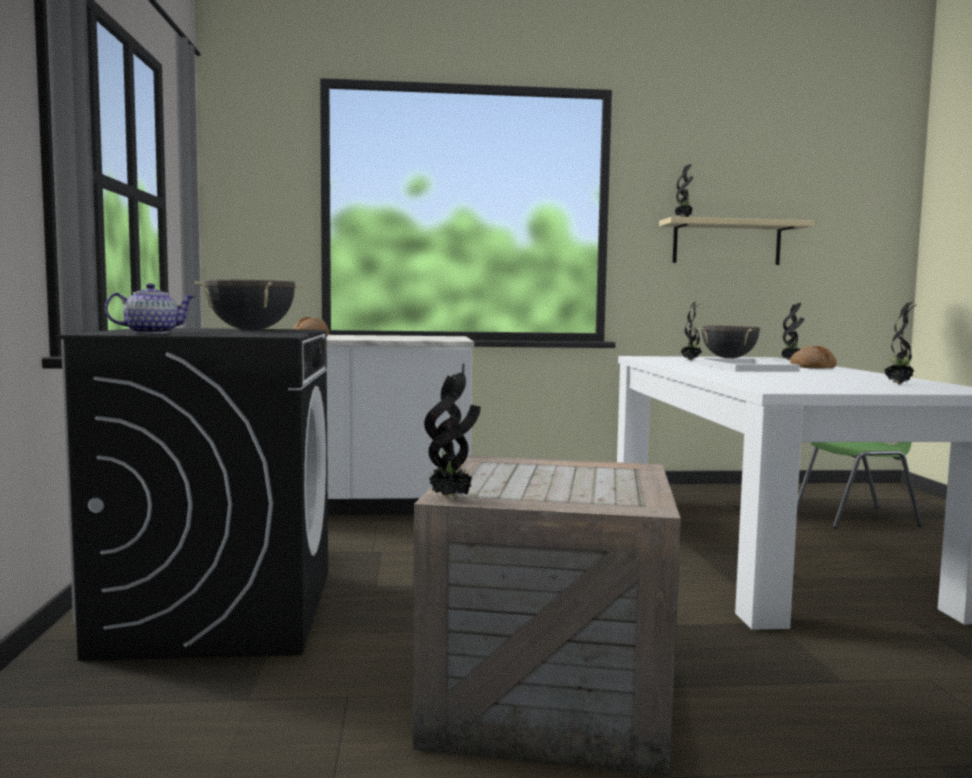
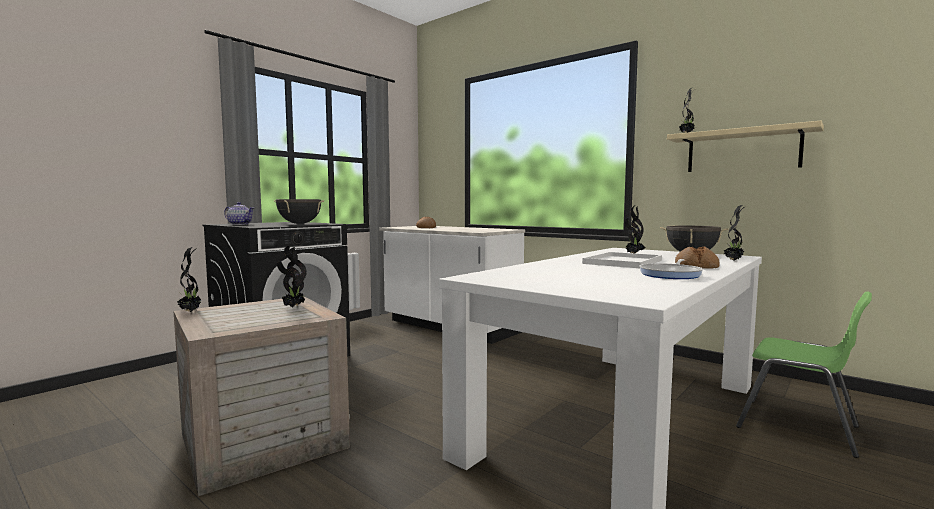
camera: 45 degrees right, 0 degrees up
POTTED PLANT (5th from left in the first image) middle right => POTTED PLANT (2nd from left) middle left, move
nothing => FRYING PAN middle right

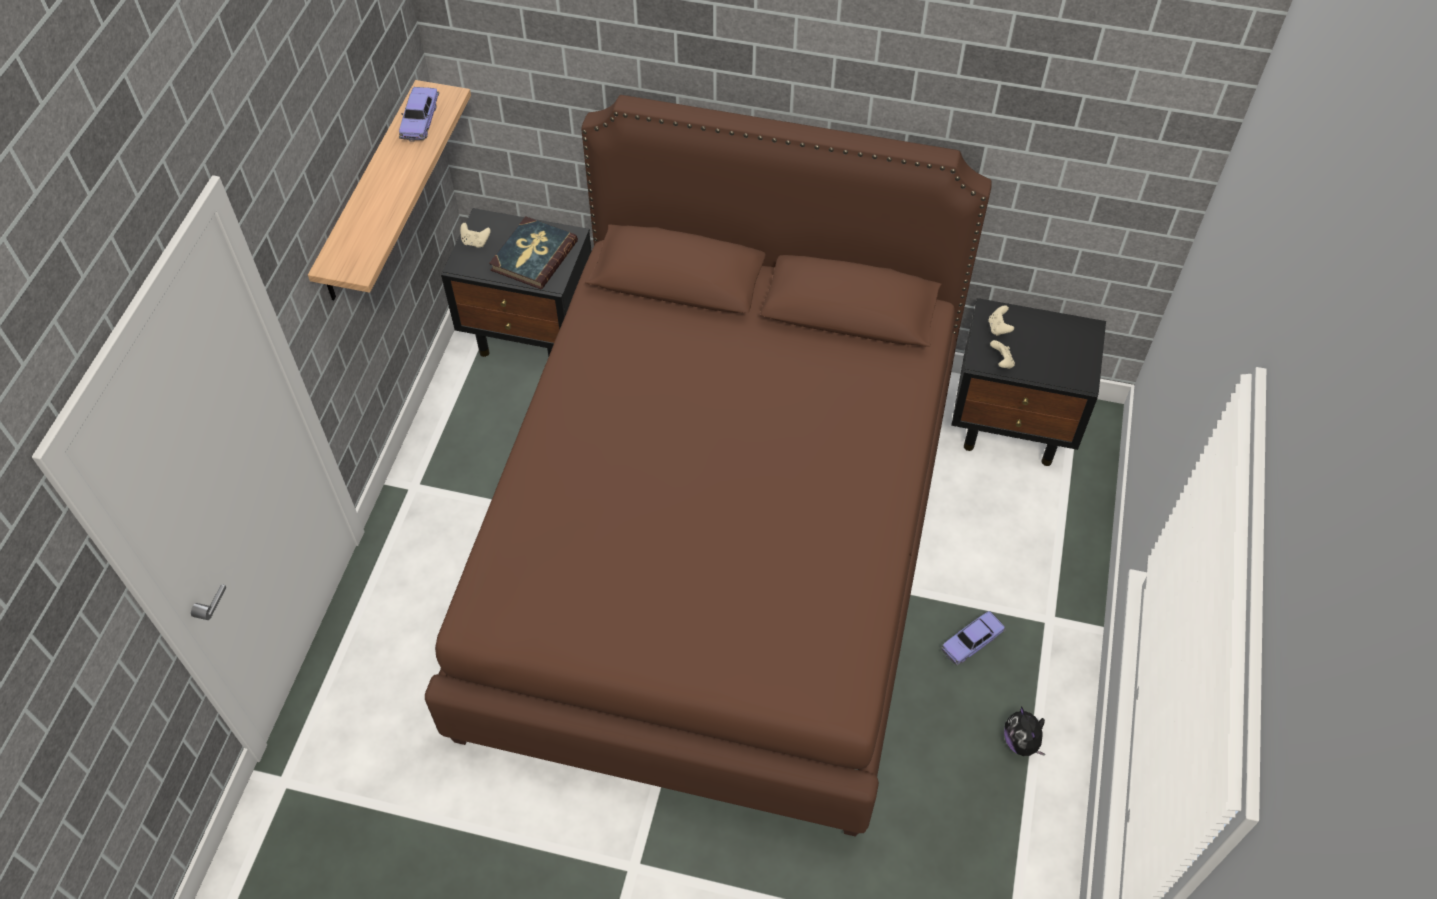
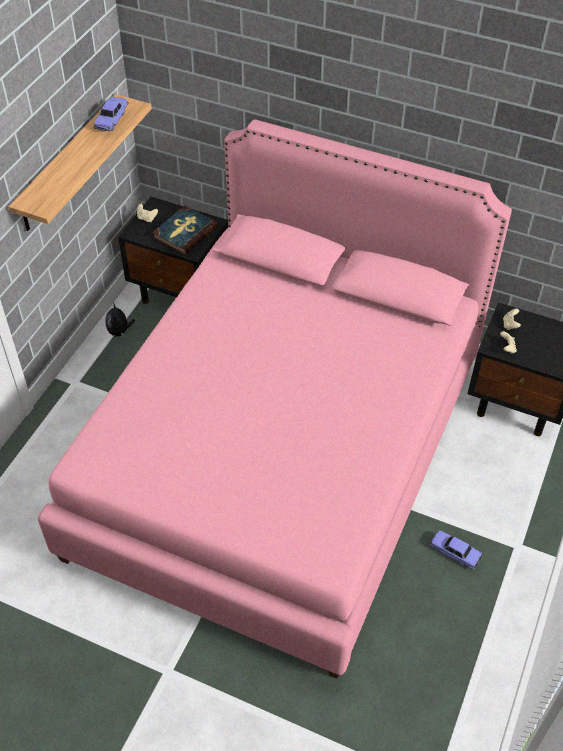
camera: 10 degrees right, 5 degrees down
BROWN BED centre => PINK BED centre
PLUSH TOY bottom right => PLUSH TOY middle left, move
TOY CAR (2nd from left) bottom right, 60 degrees clockwise

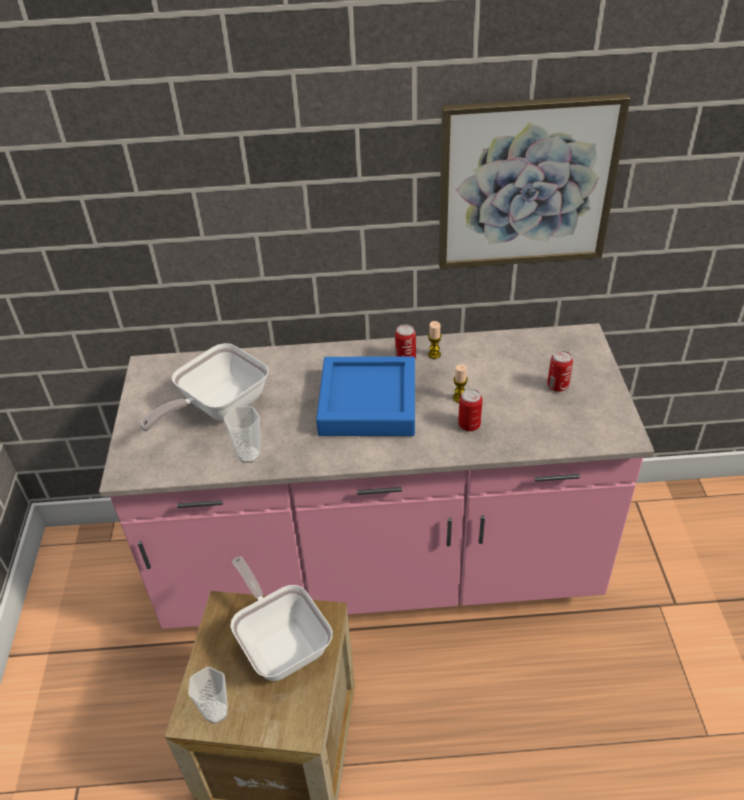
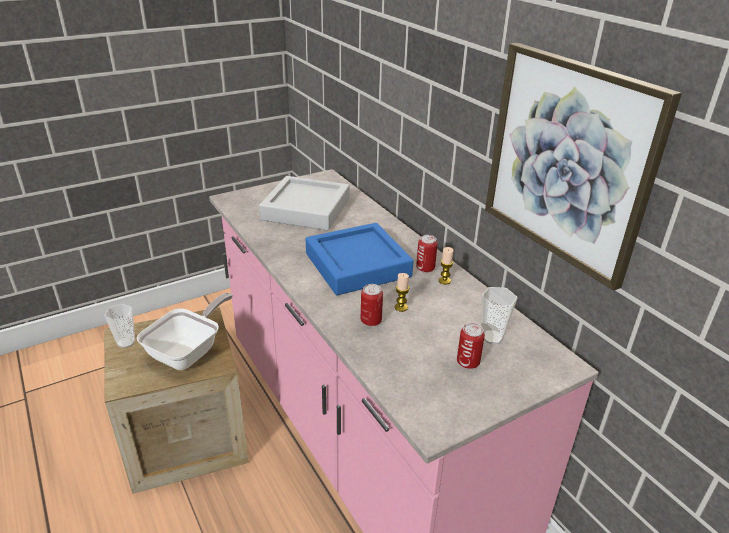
camera: 60 degrees right, 10 degrees down
FRYING PAN (1st from left) middle left => GREY TRAY centre
CUP (2nd from left) middle left => CUP (2nd from left) middle right, move

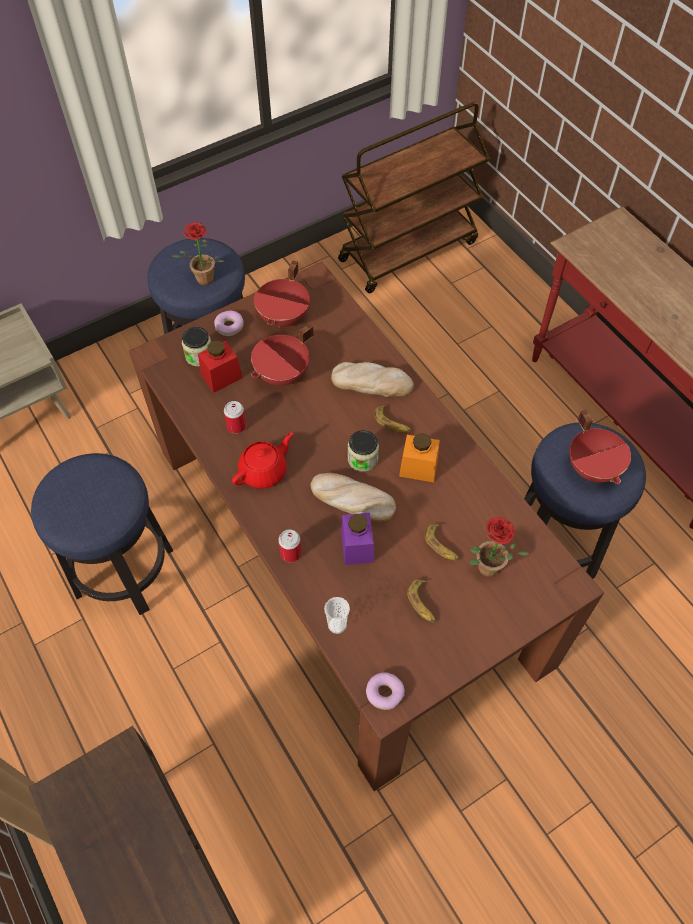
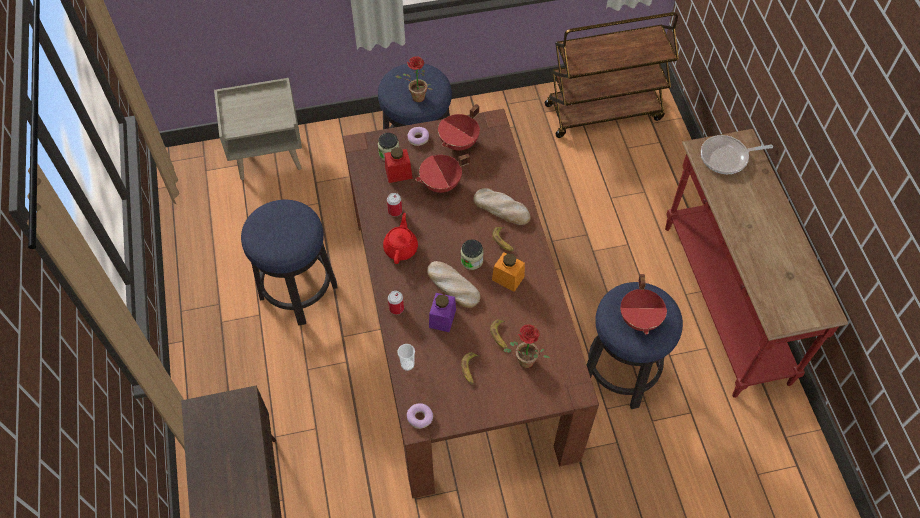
camera: 20 degrees right, 0 degrees up
RED TEAPOT centre, 60 degrees counterclockwise
nothing => FRYING PAN top right

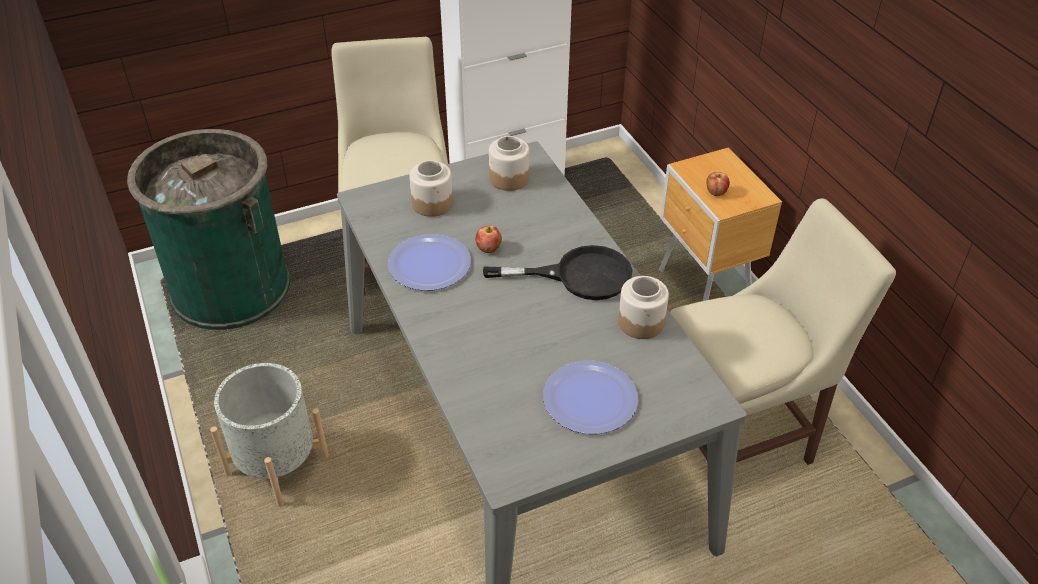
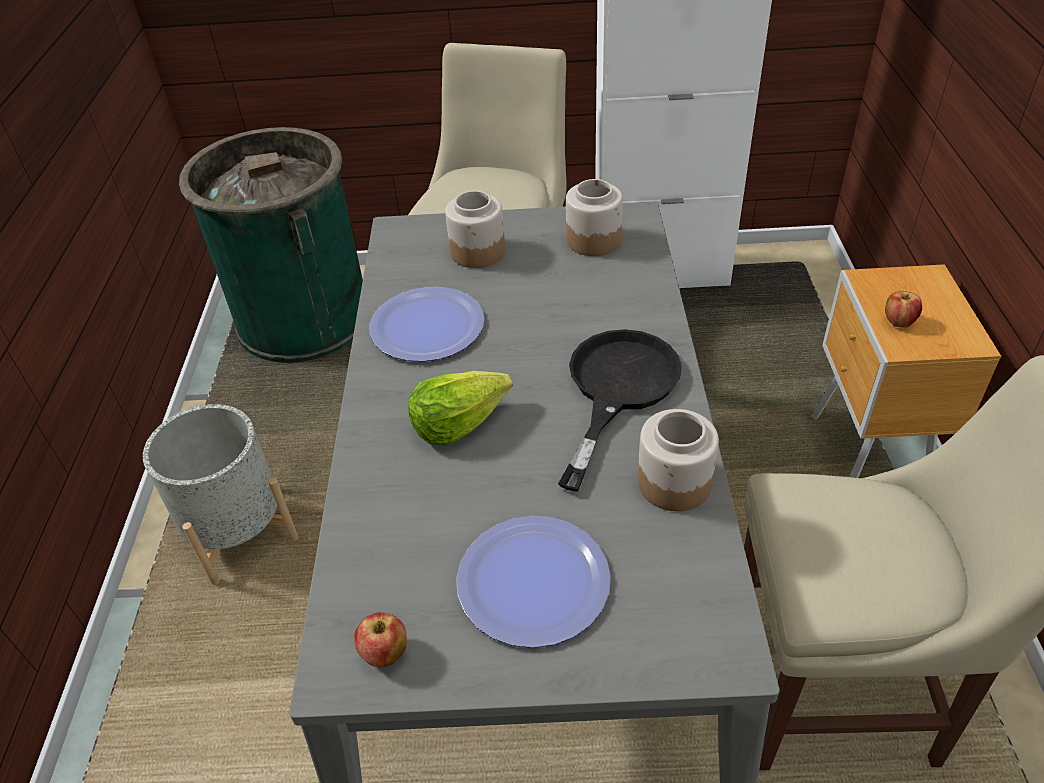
camera: 25 degrees right, 0 degrees up
APPLE (1st from left) centre => APPLE (1st from left) bottom centre, move
nothing => LETTUCE centre
BLACK FRYING PAN centre, 90 degrees counterclockwise

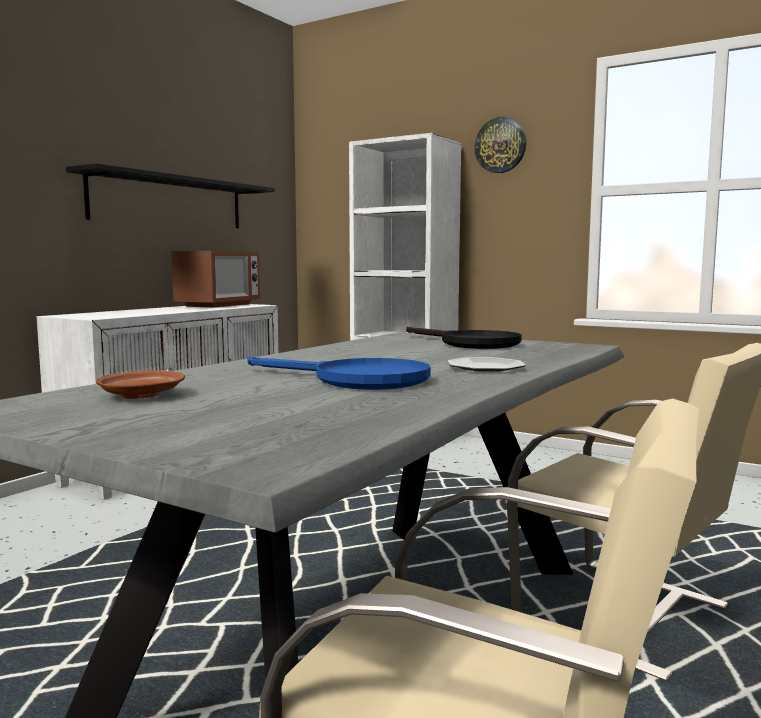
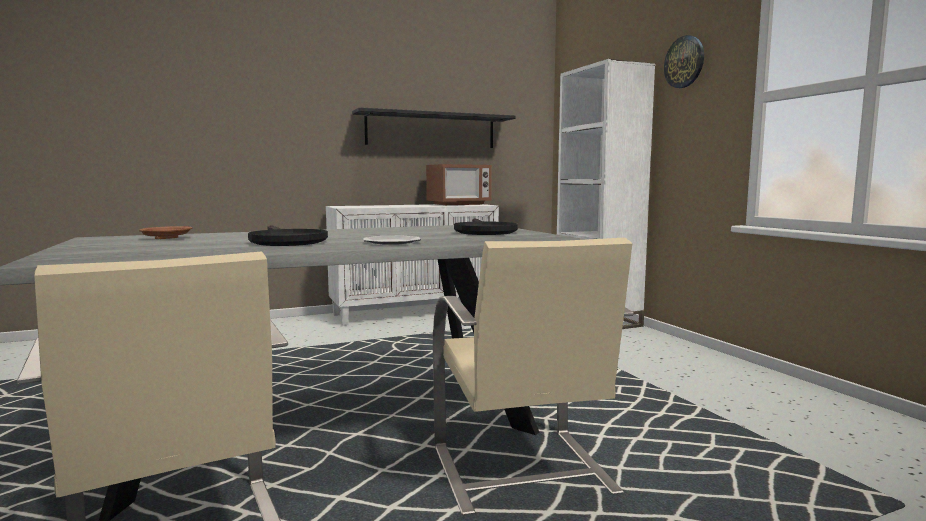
camera: 35 degrees right, 0 degrees up
BLUE FRYING PAN centre => BLACK FRYING PAN (1st from left) middle left

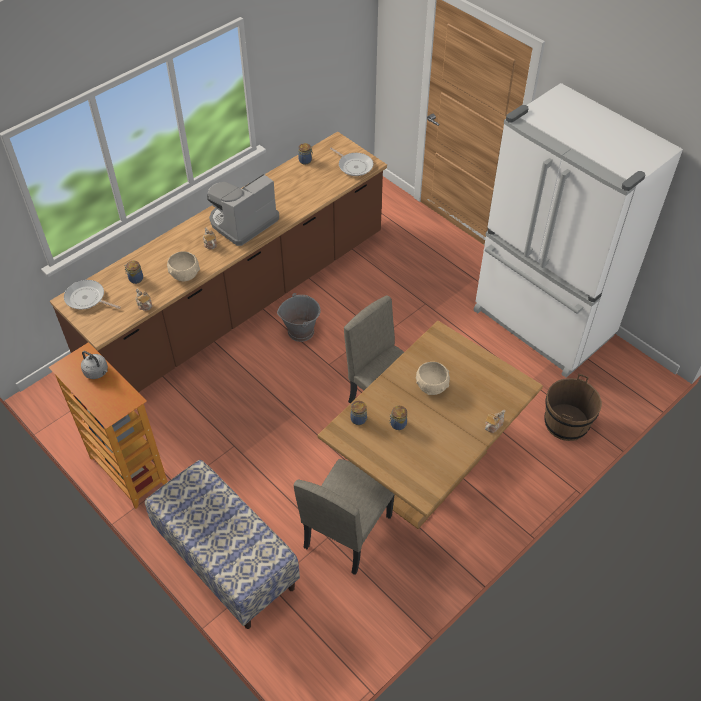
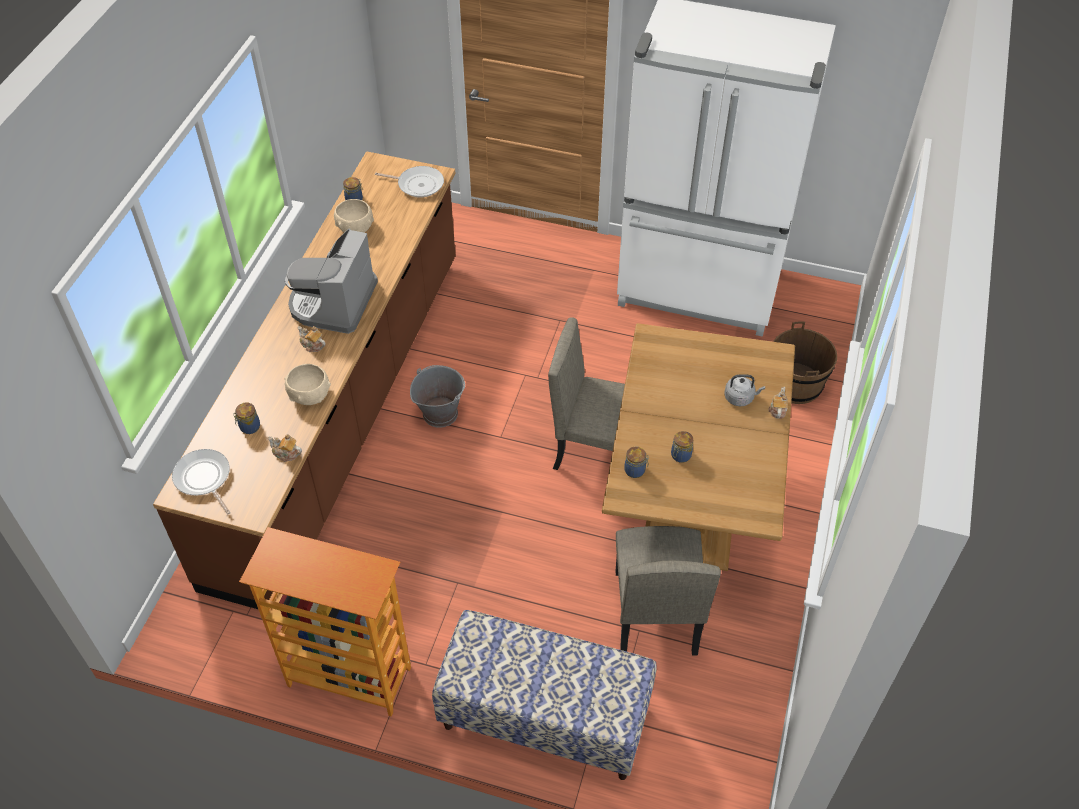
camera: 30 degrees left, 0 degrees up
FRYING PAN (1st from left) middle left, 60 degrees clockwise
BEIGE BOWL (2nd from left) centre => BEIGE BOWL (2nd from left) top left, move
GREY KETTLE middle left => GREY KETTLE middle right, move

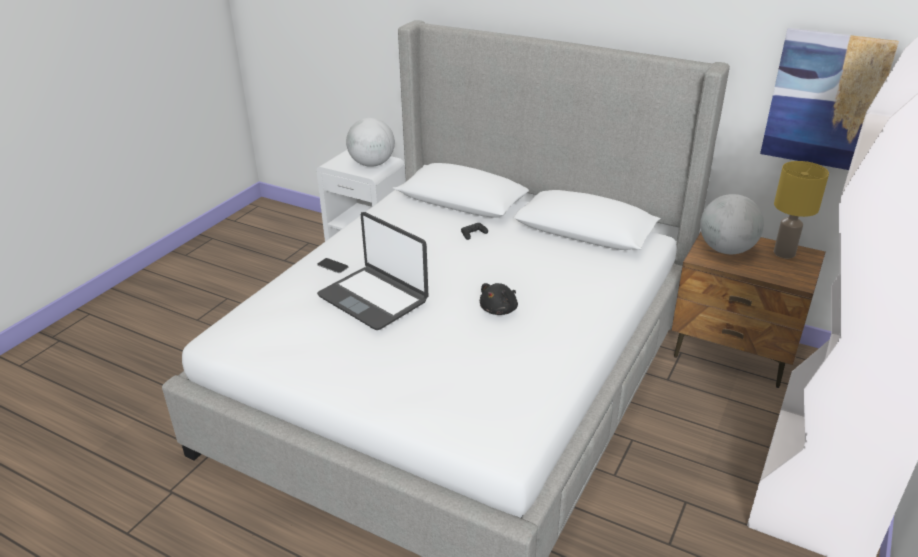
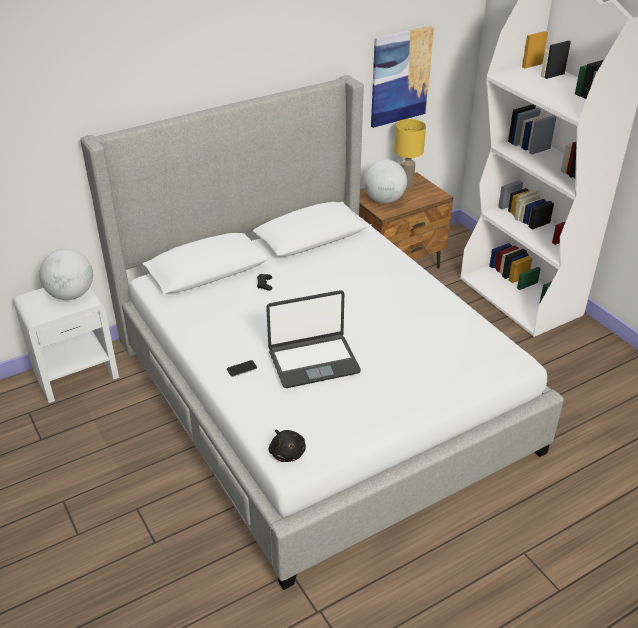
camera: 60 degrees left, 5 degrees up
BLACK PLUSH TOY centre => BLACK PLUSH TOY bottom centre, move

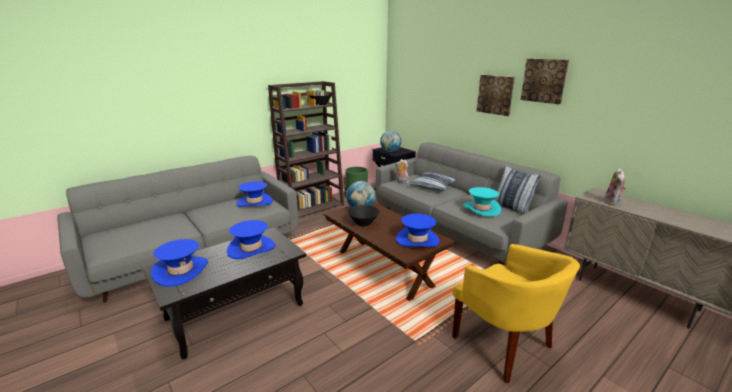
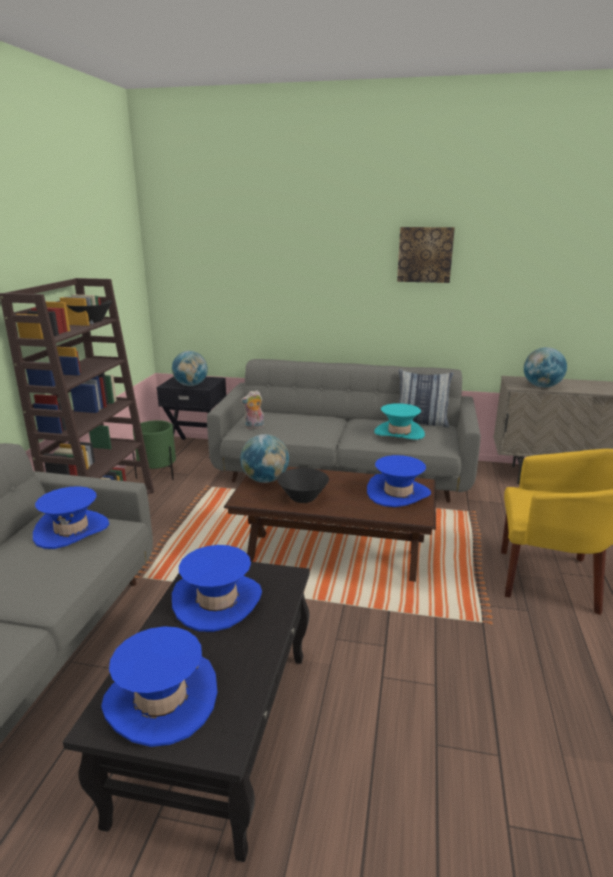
camera: 40 degrees left, 0 degrees up
PLUSH TOY (2nd from left) middle right => GLOBE (3rd from left) middle right
PILLOW (1st from left) centre => nothing
PICTURE (1st from left) top right => nothing

